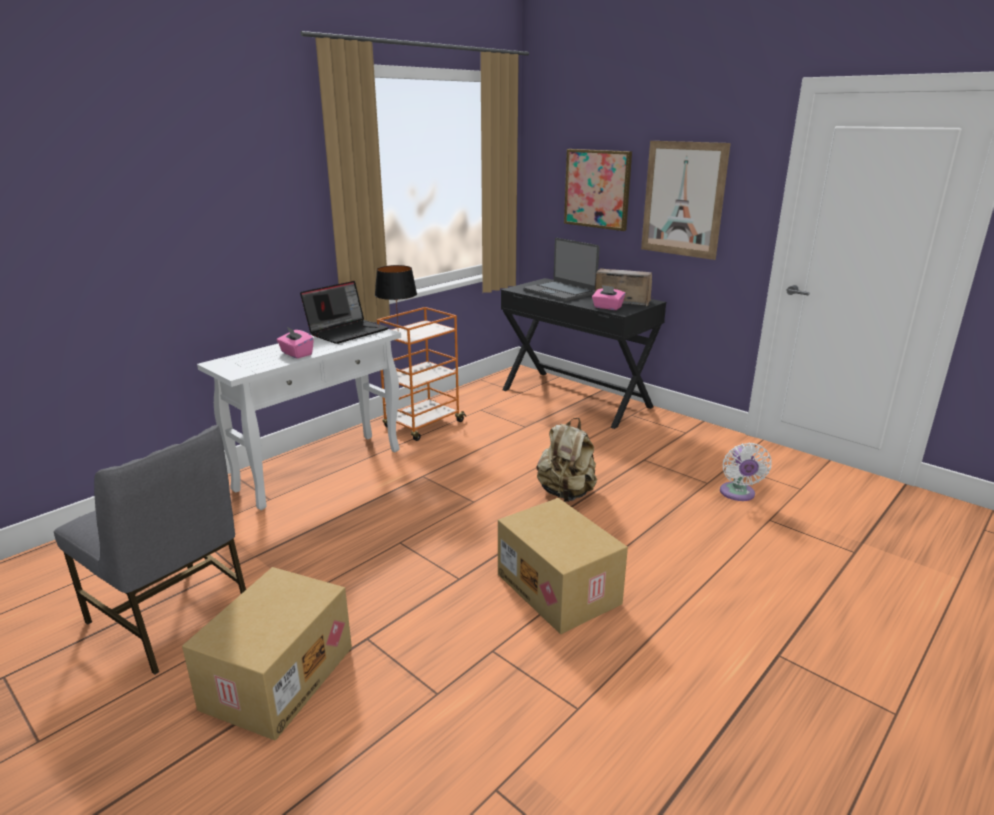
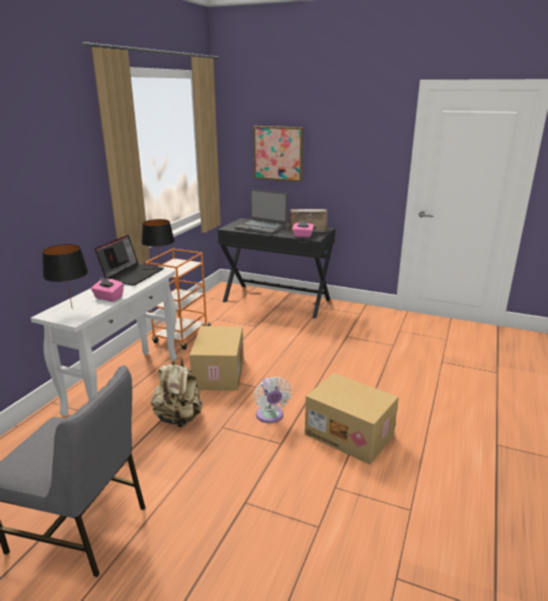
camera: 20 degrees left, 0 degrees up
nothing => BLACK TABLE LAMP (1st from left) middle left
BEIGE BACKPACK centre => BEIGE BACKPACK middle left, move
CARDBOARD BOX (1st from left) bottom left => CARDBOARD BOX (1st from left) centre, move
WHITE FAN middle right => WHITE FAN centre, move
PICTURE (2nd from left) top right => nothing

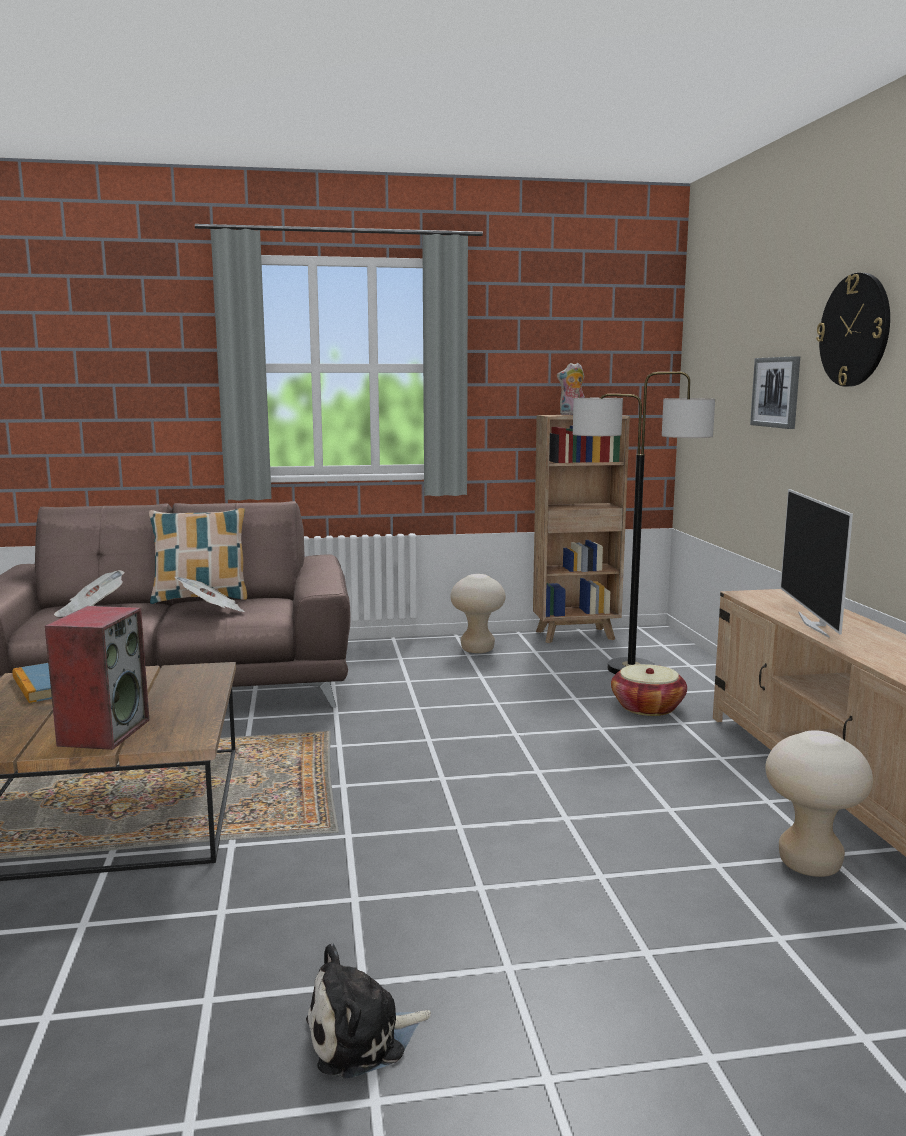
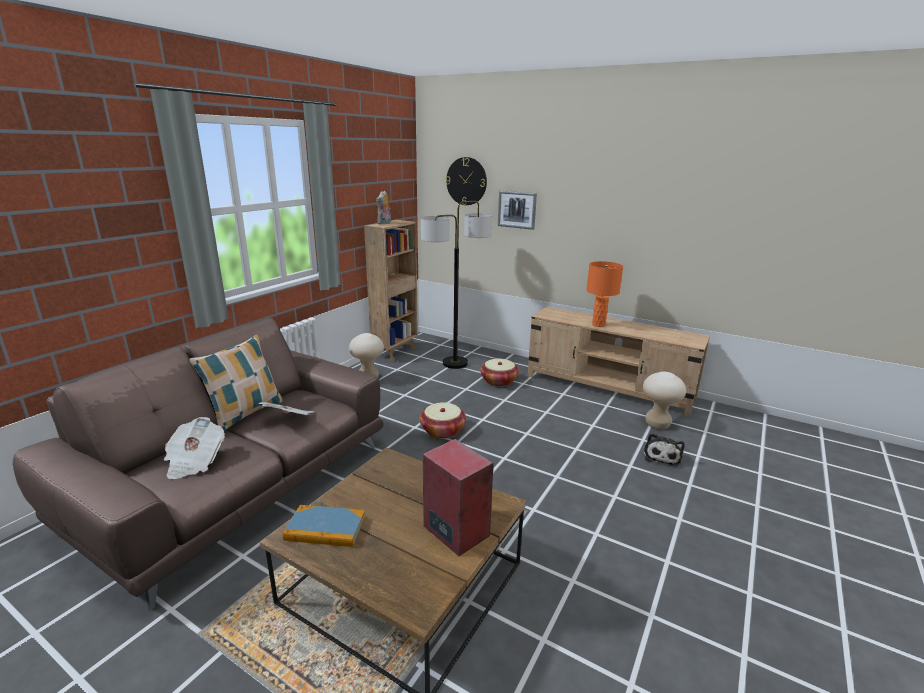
camera: 50 degrees left, 10 degrees up
nothing => BASKET (1st from left) centre
WALL CLOCK top right => WALL CLOCK top centre, move
TELEVISION middle right => ORANGE TABLE LAMP centre
PLUSH TOY (1st from left in the first image) bottom centre => PLUSH TOY (2nd from left) middle right, move

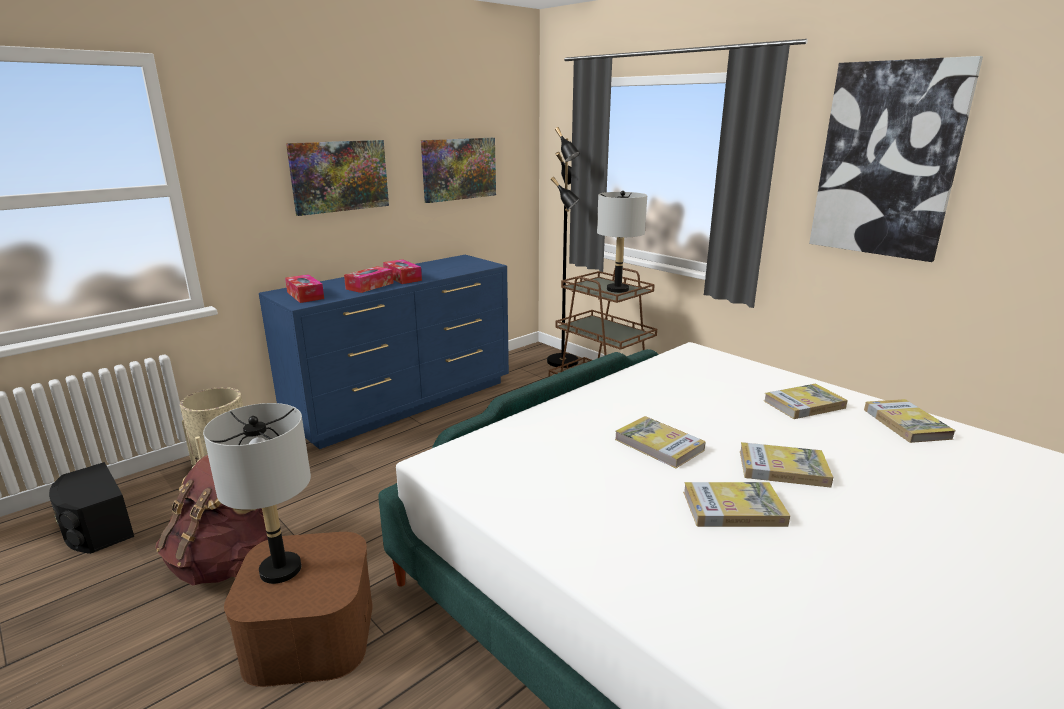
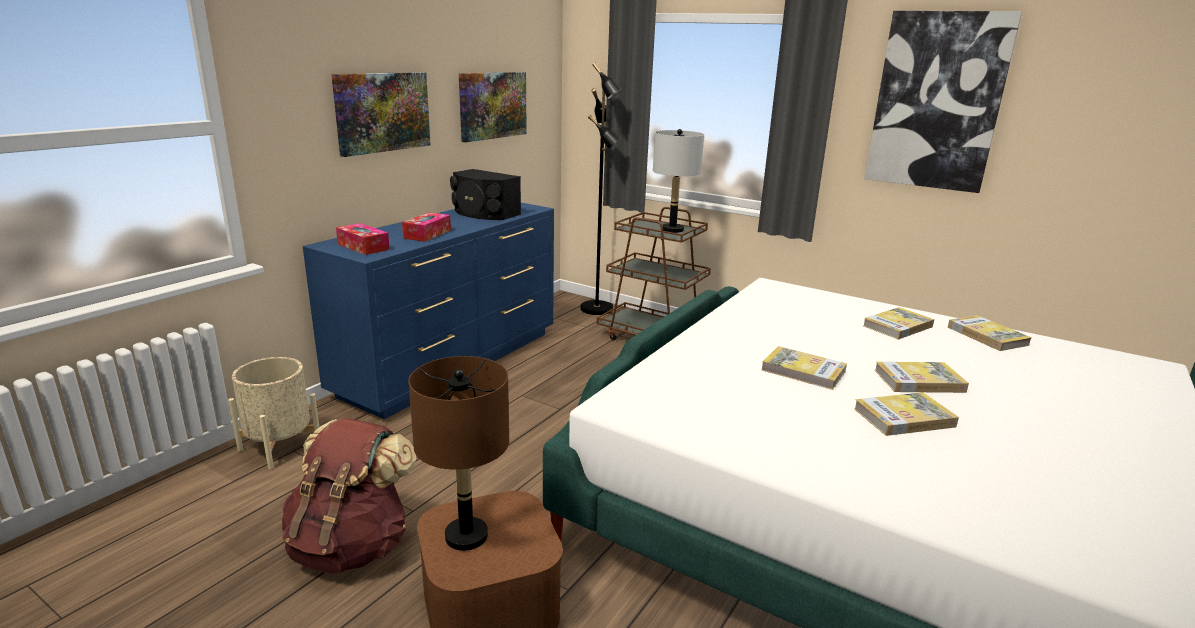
camera: 15 degrees left, 0 degrees up
GREY TABLE LAMP (1st from left) bottom left => BROWN TABLE LAMP bottom centre
BLACK SPEAKER bottom left => BLACK SPEAKER top centre, move
TISSUE BOX (3rd from left) centre => nothing

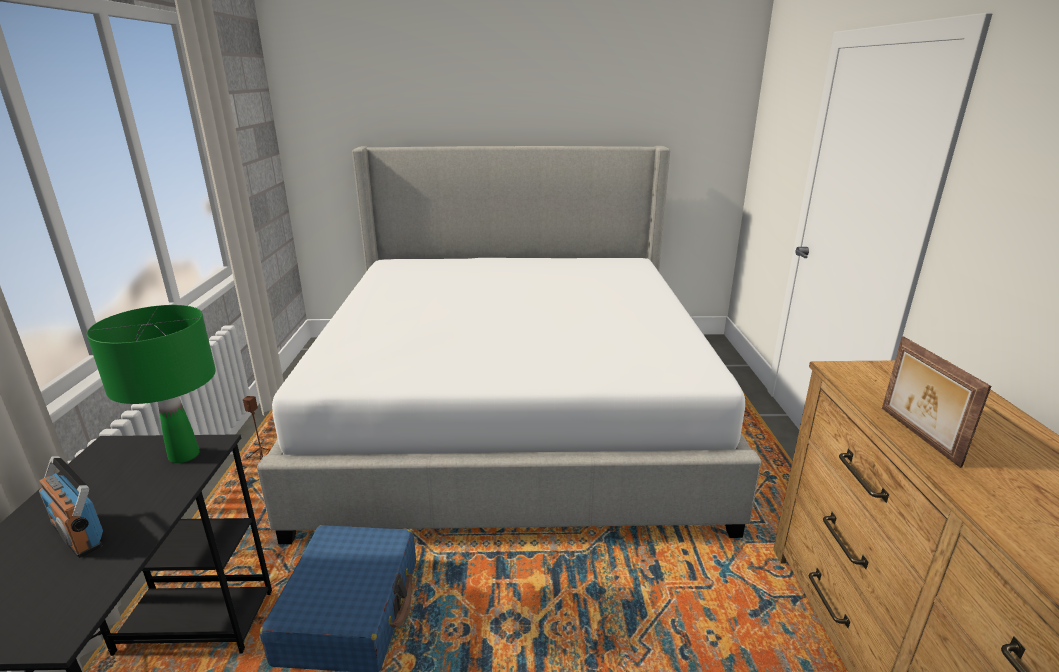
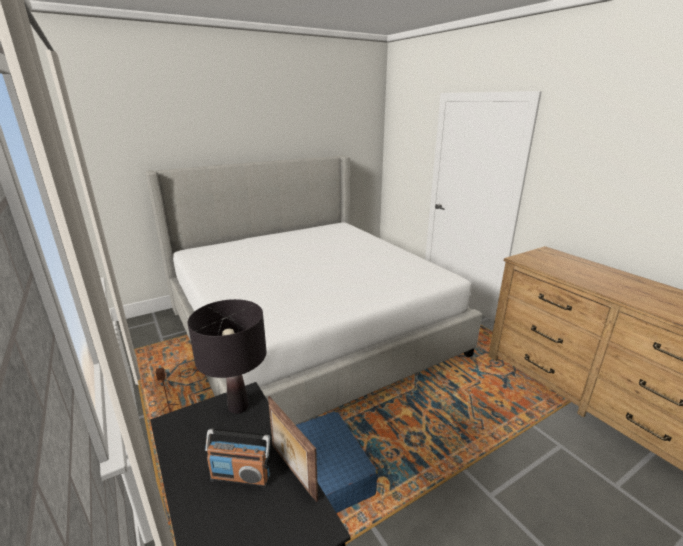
camera: 30 degrees left, 0 degrees up
GREEN TABLE LAMP middle left => BLACK TABLE LAMP middle left
PICTURE FRAME middle right => PICTURE FRAME bottom centre, move

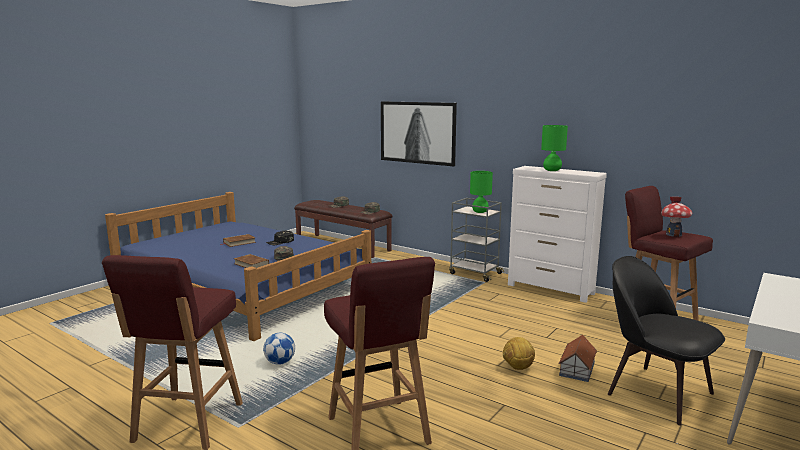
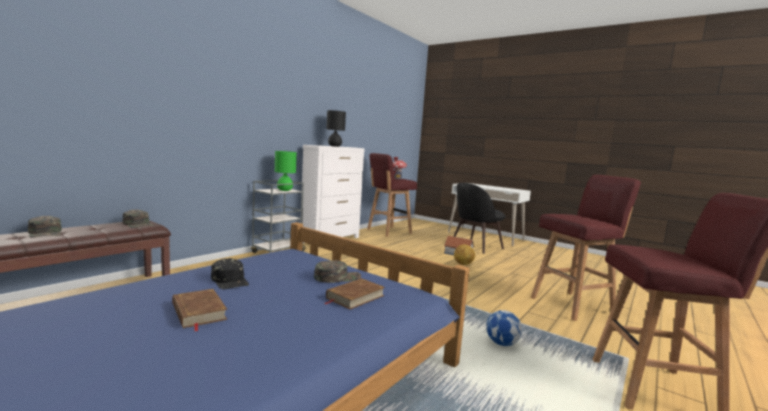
camera: 90 degrees left, 5 degrees down
GREEN TABLE LAMP (2nd from left) top right => BLACK TABLE LAMP top centre
PICTURE top centre => nothing

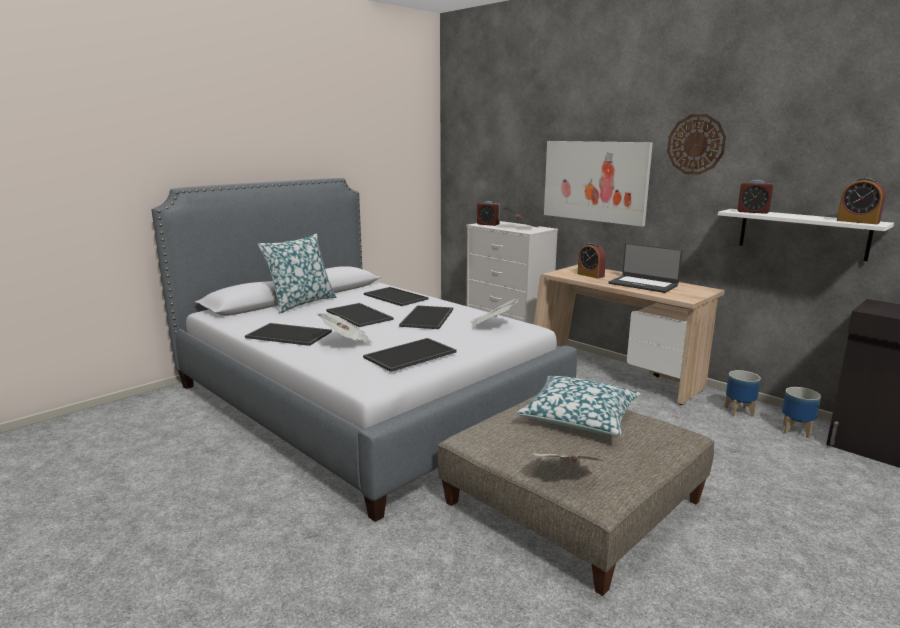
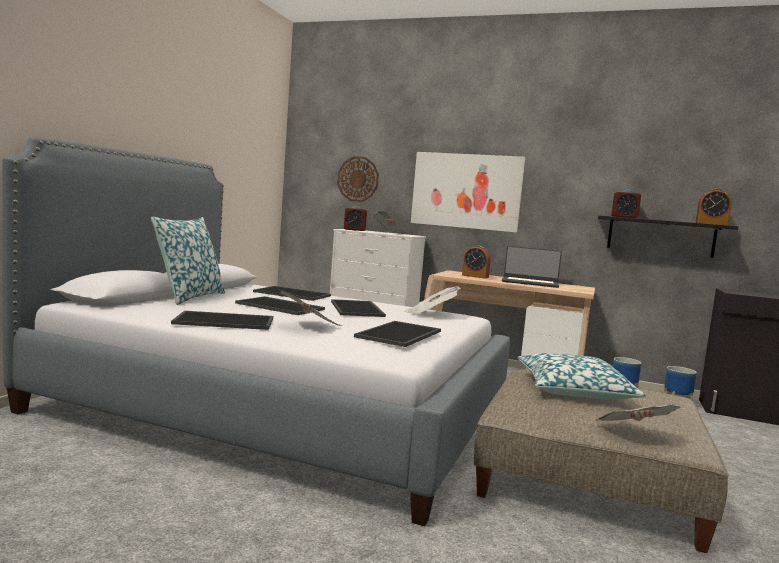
camera: 25 degrees left, 10 degrees down
WALL CLOCK top right => WALL CLOCK top centre, move
WHITE SHELF middle right => BLACK SHELF middle right

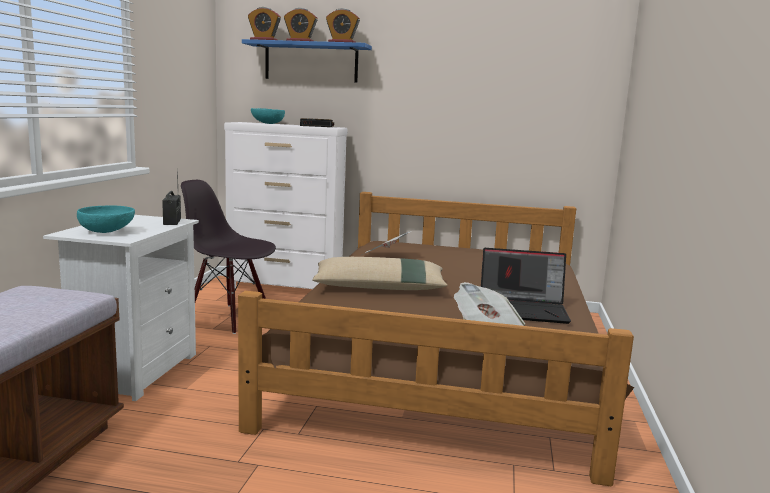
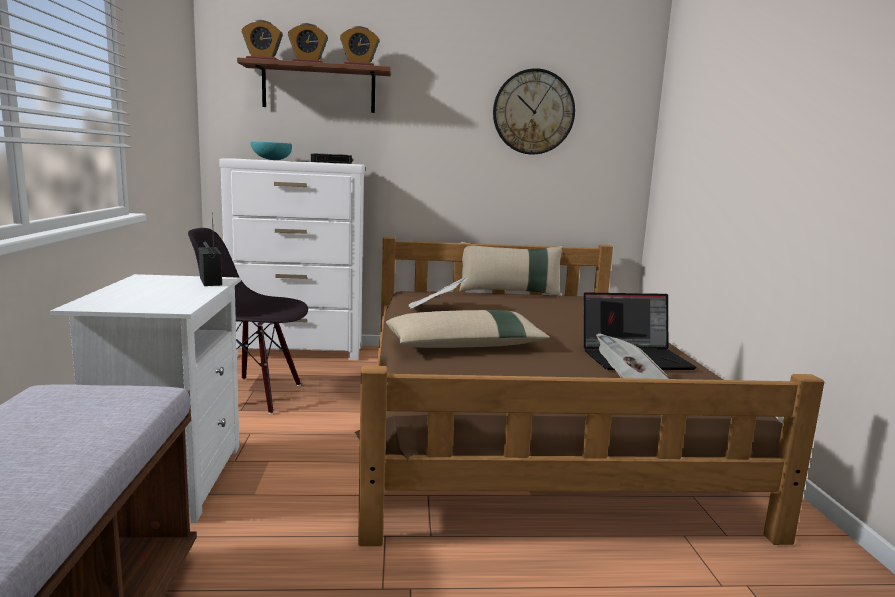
camera: 15 degrees left, 0 degrees up
BLUE SHELF top centre => BROWN SHELF top centre
nothing => BEIGE PILLOW (2nd from left) centre
nothing => WALL CLOCK top centre
TURQUOISE BOWL (1st from left) middle left => nothing

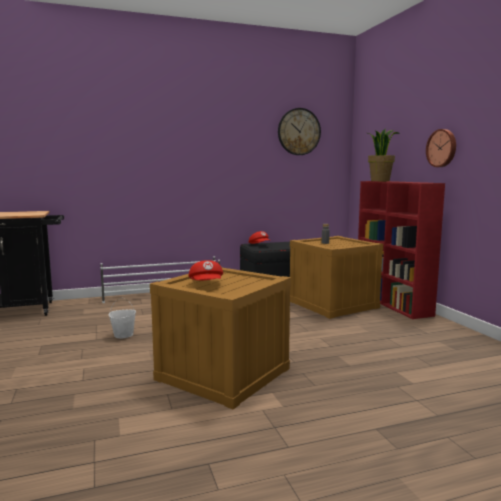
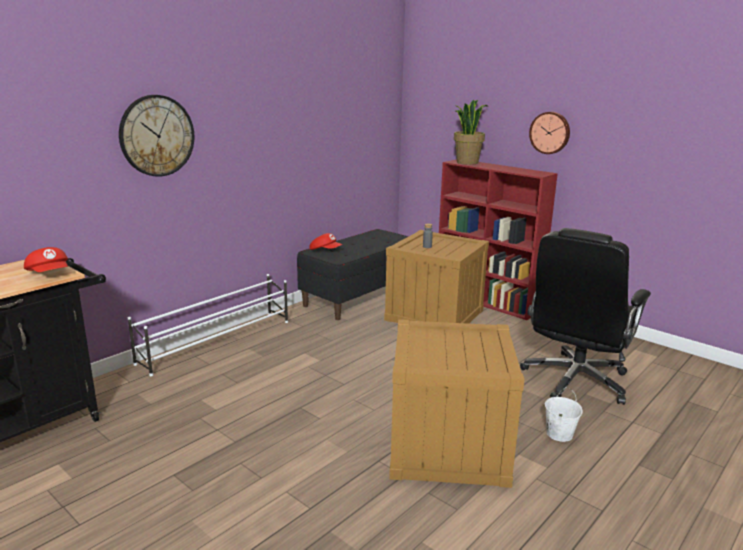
camera: 30 degrees left, 10 degrees up
RED CAP (1st from left) centre => RED CAP (1st from left) middle left, move
WALL CLOCK (1st from left) top centre => WALL CLOCK (1st from left) top left, move
nothing => BLACK OFFICE CHAIR middle right
WHITE BUCKET middle left => WHITE BUCKET bottom right, move

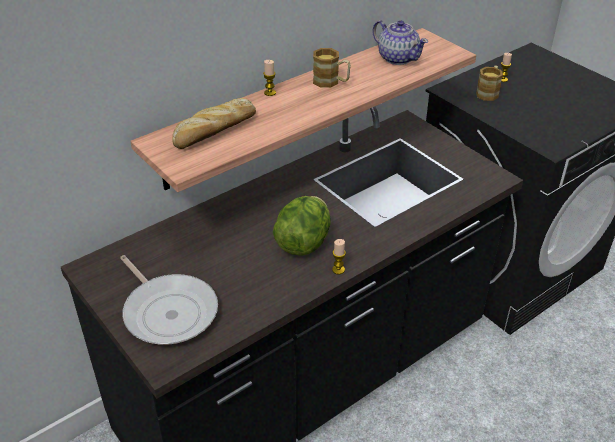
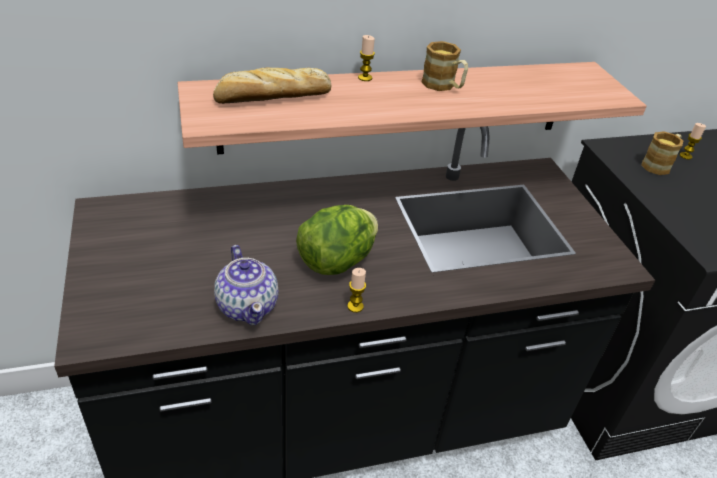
camera: 20 degrees right, 0 degrees up
TEAPOT top centre => TEAPOT centre, move
FRYING PAN bottom left => nothing

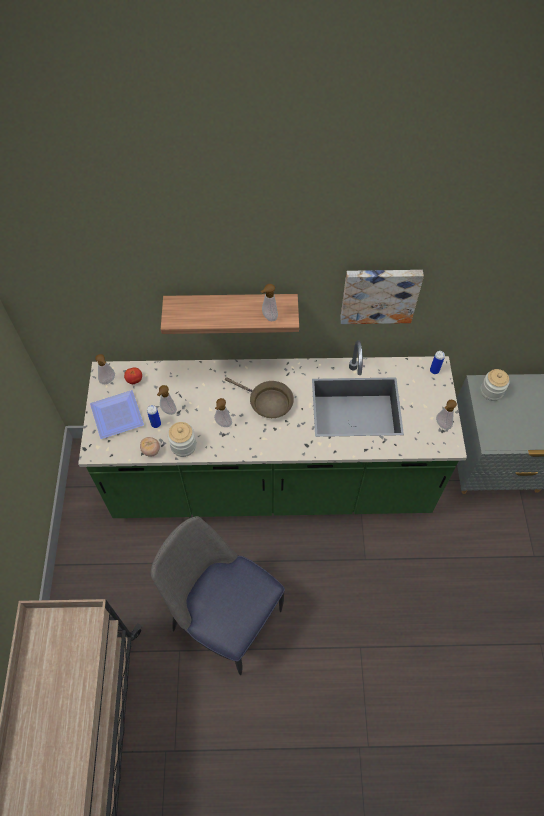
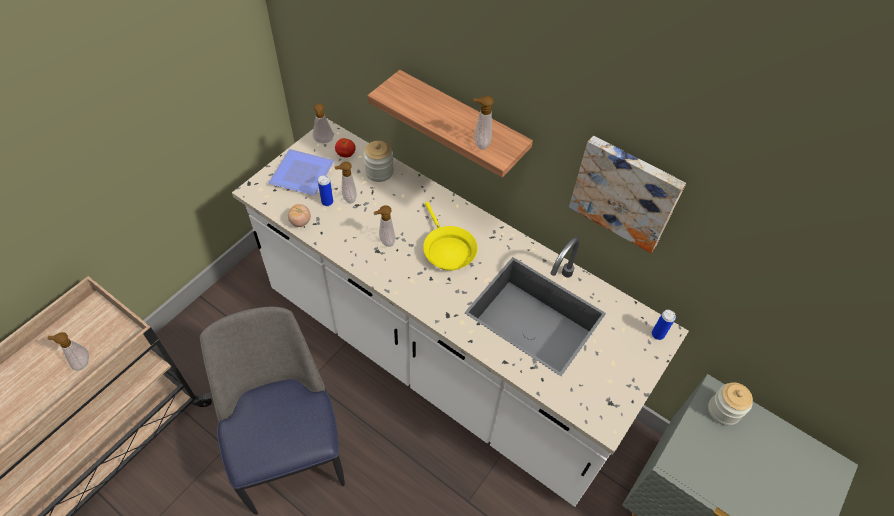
camera: 35 degrees right, 5 degrees down
SOAP DISPENSER (5th from left in the first image) middle right => SOAP DISPENSER (1st from left) bottom left, move
GREEN COUNTER centre => WHITE COUNTER centre
JAR (1st from left) centre => JAR (1st from left) top centre, move
BROWN FRYING PAN centre => YELLOW FRYING PAN centre

